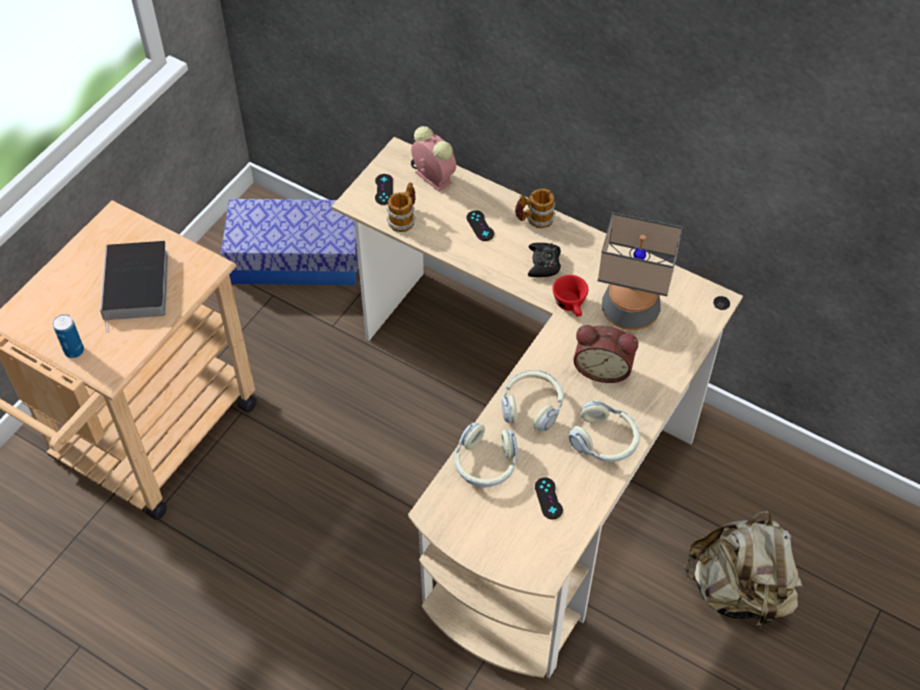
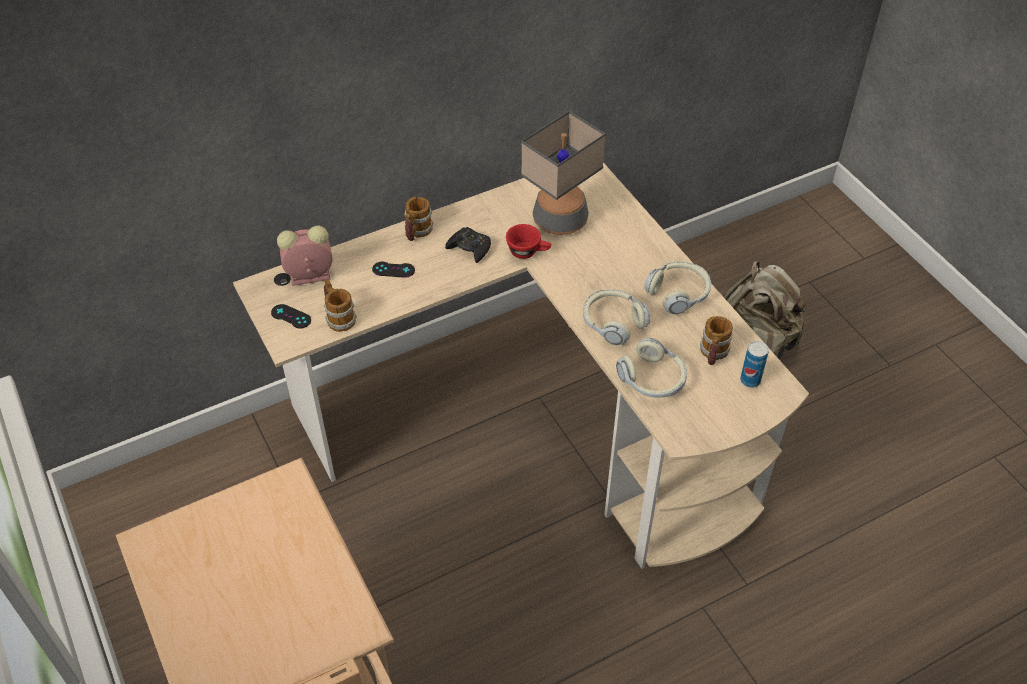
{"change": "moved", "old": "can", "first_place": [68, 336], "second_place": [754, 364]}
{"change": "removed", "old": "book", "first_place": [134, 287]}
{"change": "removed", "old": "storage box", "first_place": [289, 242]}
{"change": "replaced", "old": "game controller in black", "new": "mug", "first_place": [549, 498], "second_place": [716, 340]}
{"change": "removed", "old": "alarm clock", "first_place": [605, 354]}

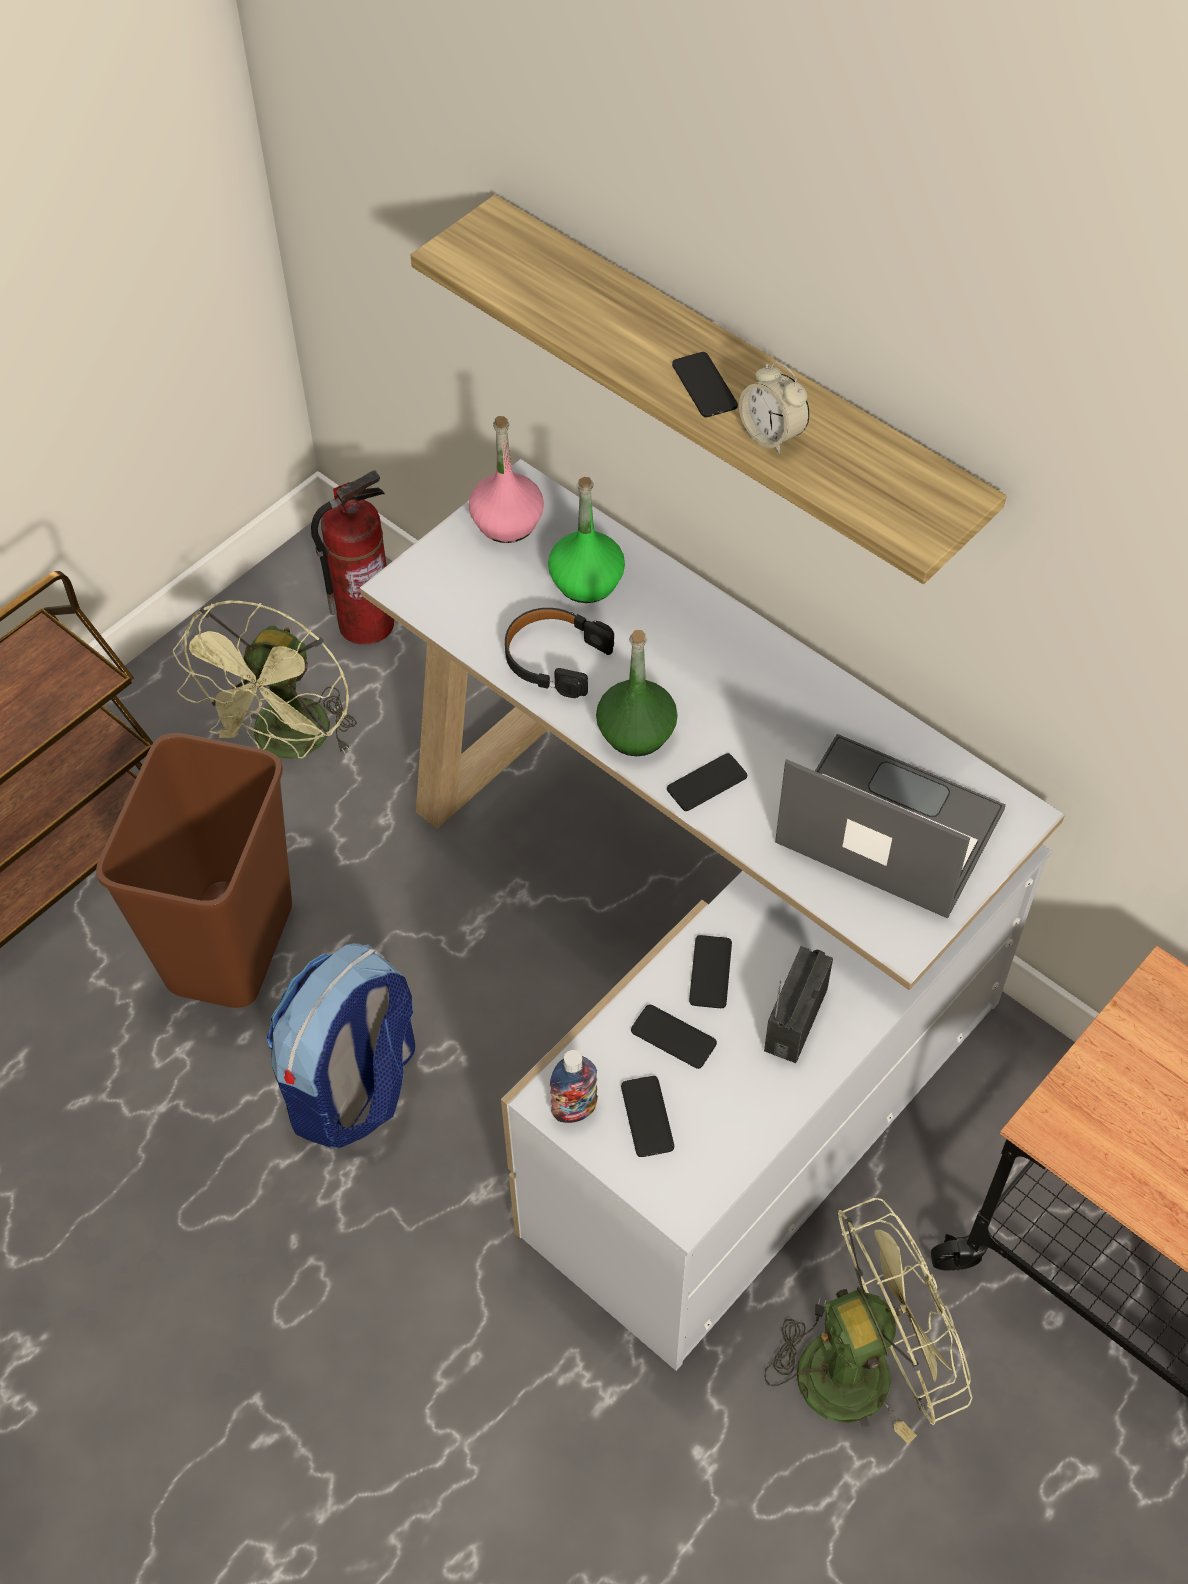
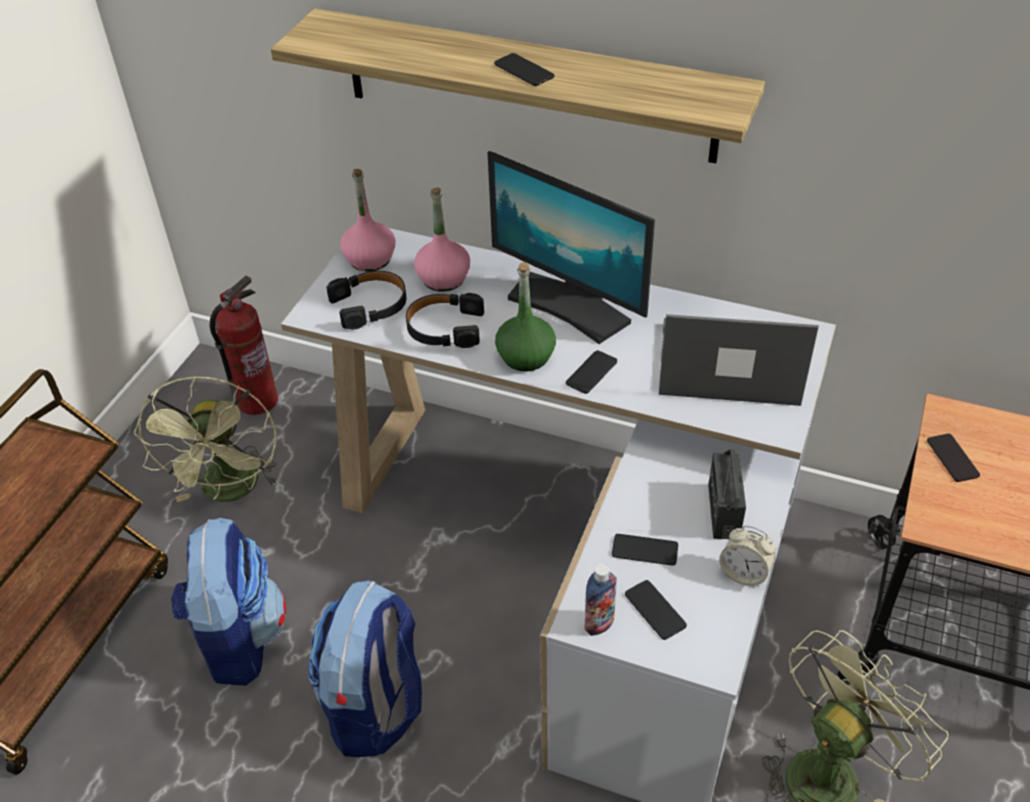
{"change": "replaced", "old": "trash can in brown", "new": "backpack", "first_place": [194, 870], "second_place": [228, 602]}
{"change": "recoloured", "old": "bottle in green", "new": "bottle in pink", "first_place": [586, 540], "second_place": [442, 239]}
{"change": "moved", "old": "phone", "first_place": [710, 971], "second_place": [953, 457]}
{"change": "moved", "old": "alarm clock", "first_place": [774, 407], "second_place": [747, 556]}
{"change": "added", "new": "headphones in black", "second_place": [367, 300]}
{"change": "added", "new": "monitor", "second_place": [571, 247]}

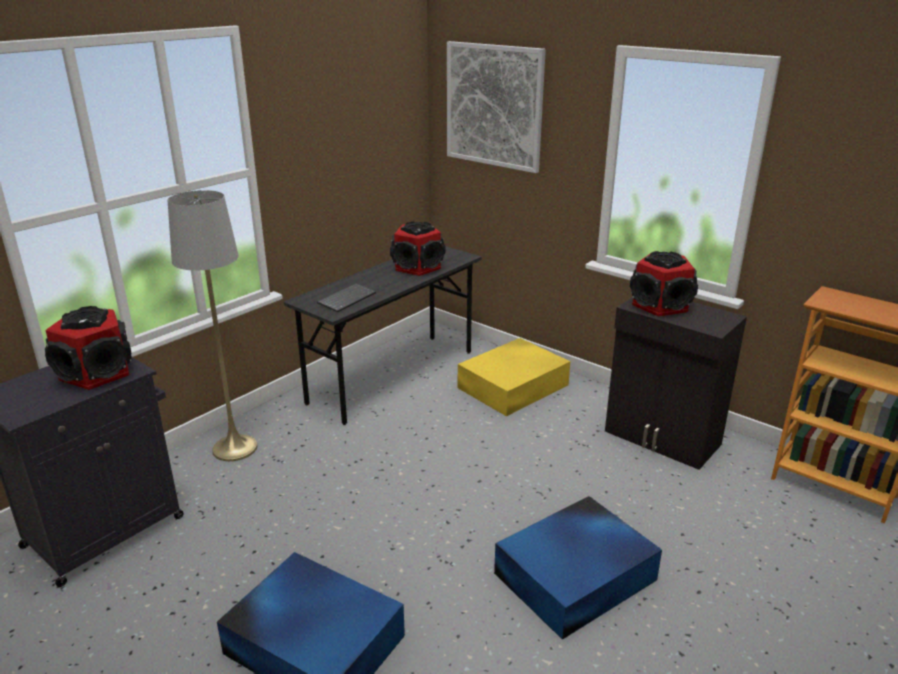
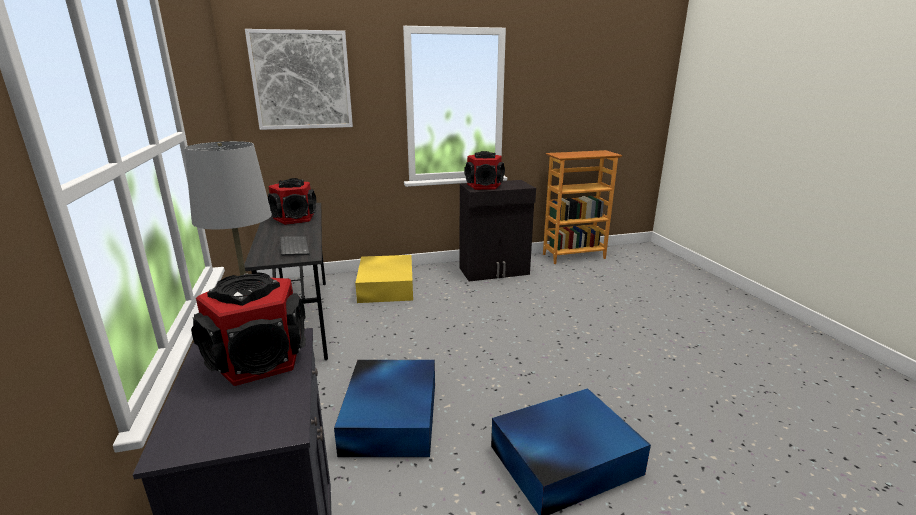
{"change": "moved", "old": "storage box in blue", "first_place": [578, 568], "second_place": [384, 408]}

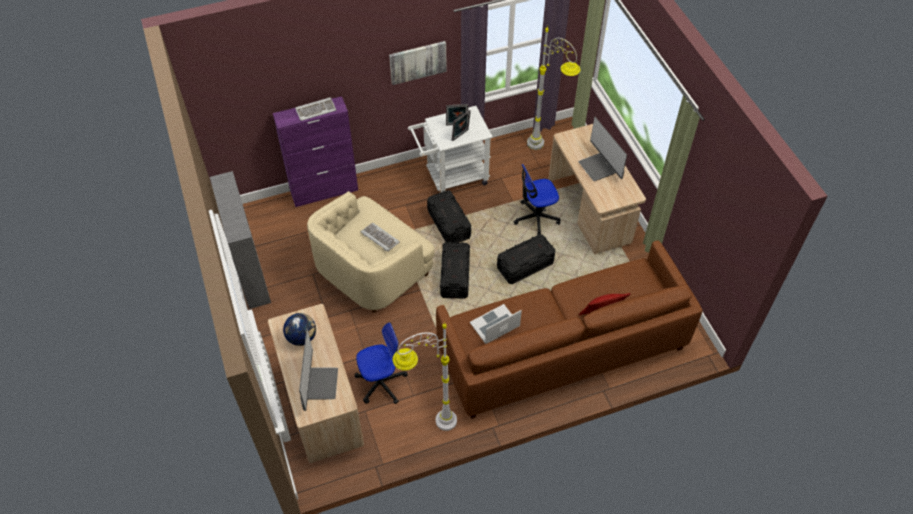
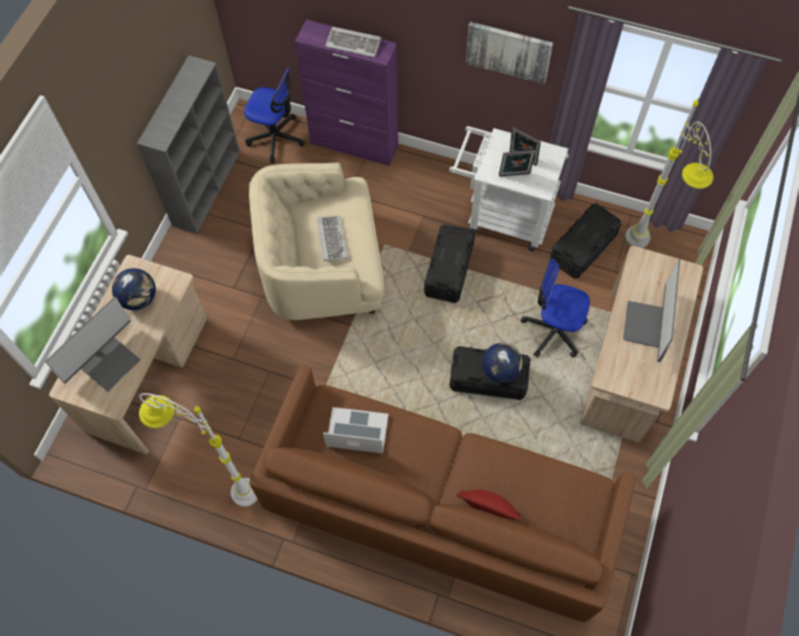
{"change": "moved", "old": "office chair", "first_place": [381, 363], "second_place": [274, 115]}
{"change": "moved", "old": "storage box in black", "first_place": [455, 270], "second_place": [585, 241]}
{"change": "added", "new": "globe", "second_place": [502, 363]}

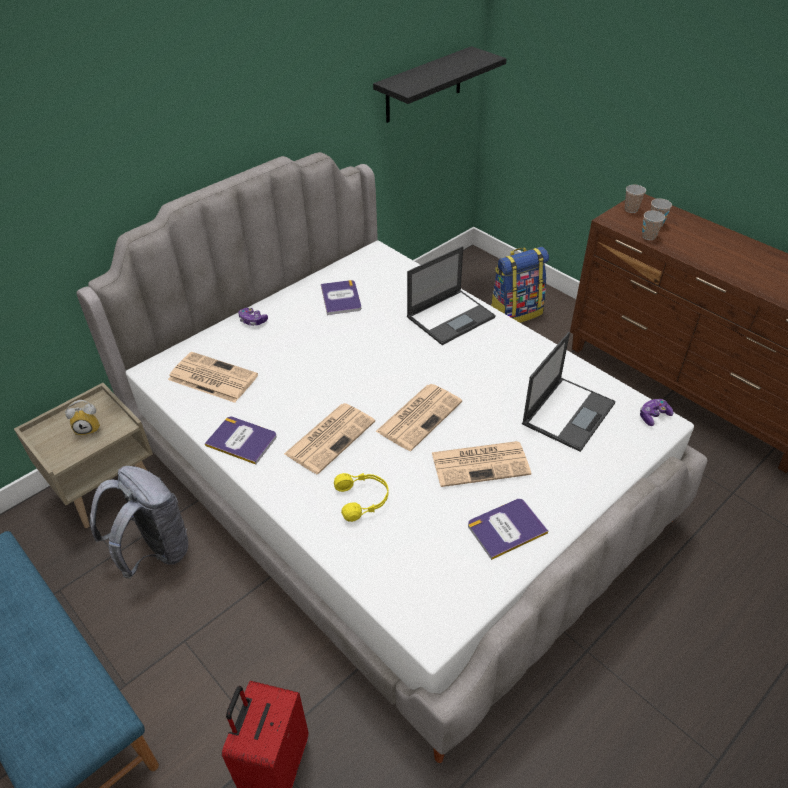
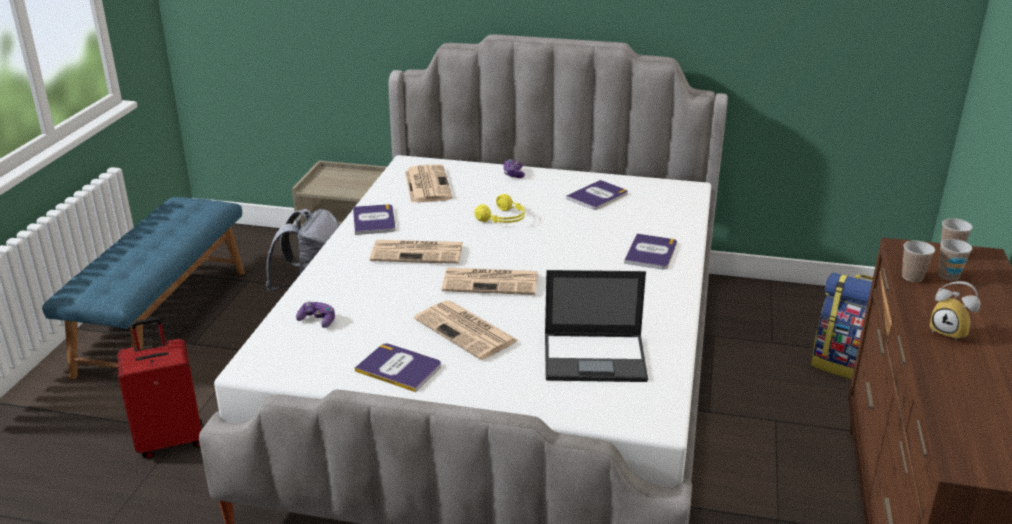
{"change": "moved", "old": "alarm clock", "first_place": [82, 418], "second_place": [955, 311]}
{"change": "moved", "old": "headphones in yellow", "first_place": [361, 497], "second_place": [499, 208]}
{"change": "removed", "old": "shelf in black", "first_place": [440, 84]}
{"change": "replaced", "old": "laptop", "new": "book", "first_place": [451, 295], "second_place": [650, 251]}
{"change": "moved", "old": "game controller", "first_place": [657, 412], "second_place": [315, 314]}

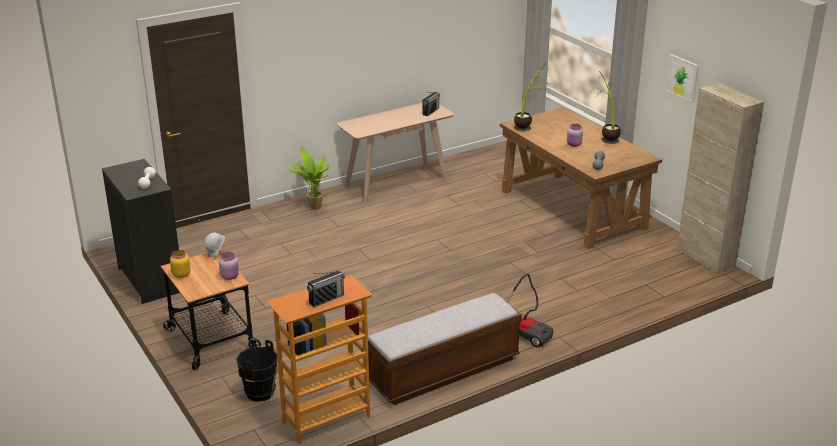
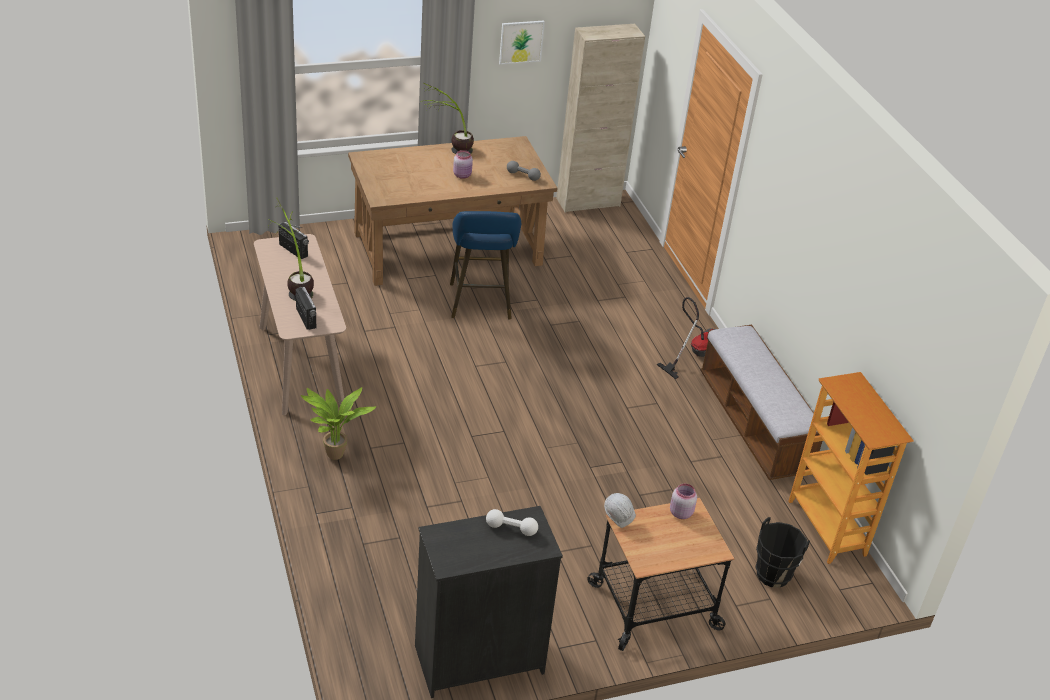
{"change": "removed", "old": "jar in yellow", "first_place": [180, 264]}
{"change": "moved", "old": "radio", "first_place": [326, 289], "second_place": [306, 308]}
{"change": "moved", "old": "potted plant", "first_place": [532, 97], "second_place": [291, 249]}
{"change": "added", "new": "stool in blue", "second_place": [485, 265]}

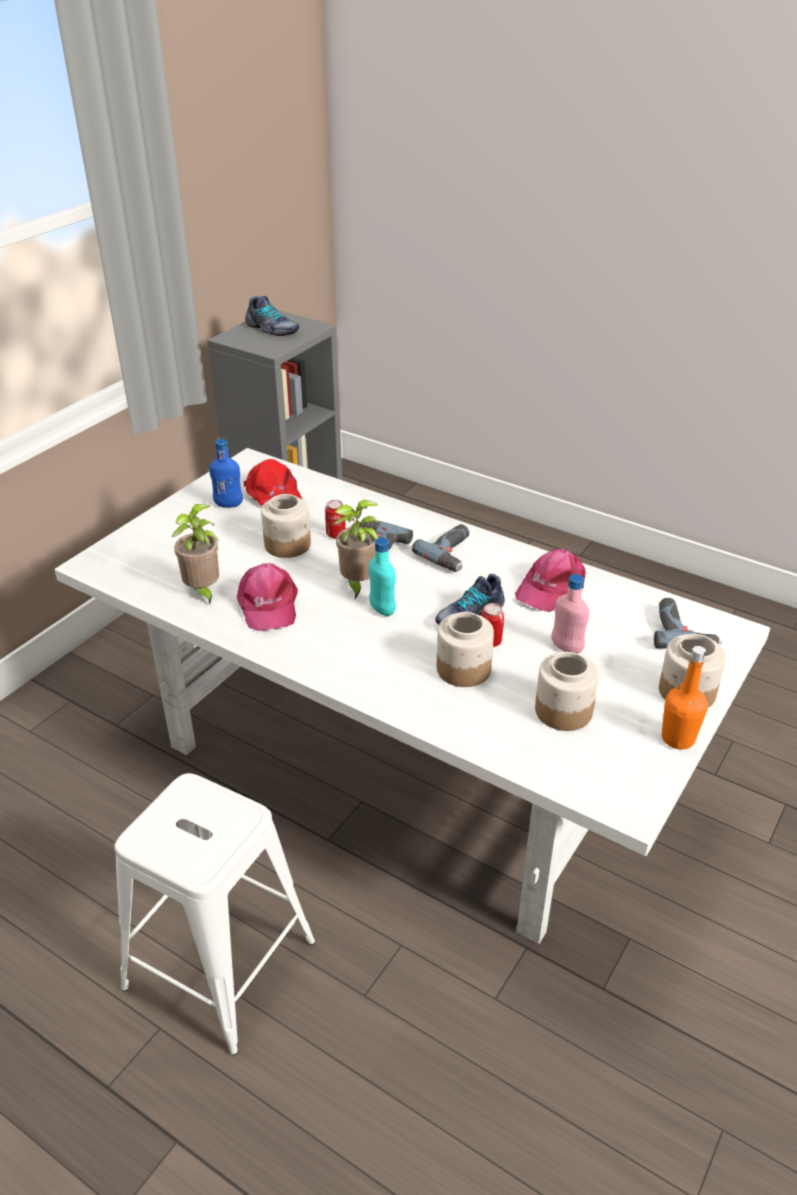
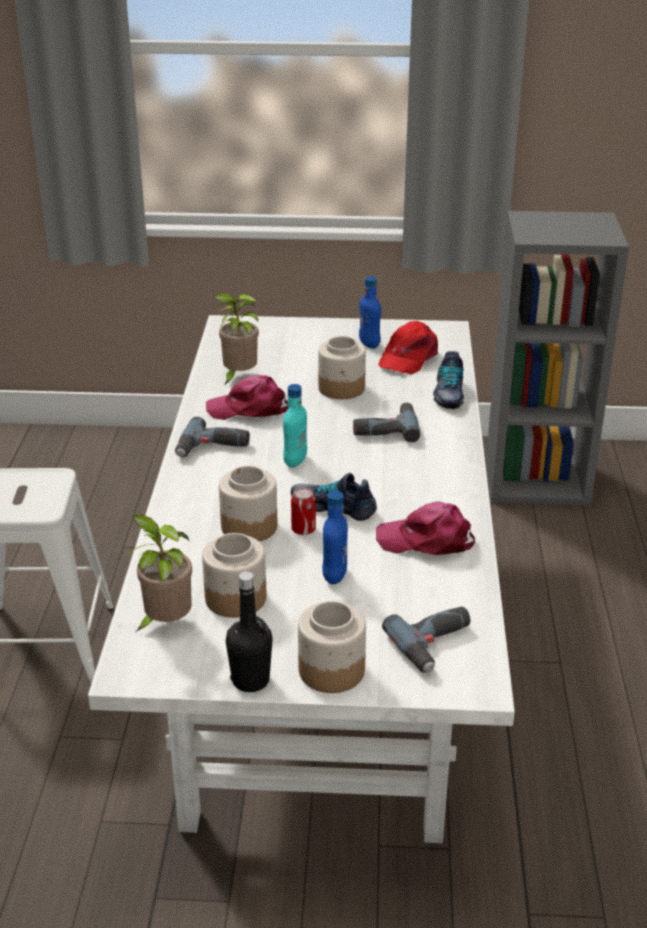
{"change": "turned", "old": "cap in pink", "first_place": [267, 597], "second_place": [247, 397], "degrees": 45}
{"change": "moved", "old": "shoe", "first_place": [272, 316], "second_place": [448, 380]}
{"change": "removed", "old": "can", "first_place": [335, 519]}
{"change": "moved", "old": "potted plant", "first_place": [356, 549], "second_place": [160, 573]}
{"change": "moved", "old": "power drill", "first_place": [440, 548], "second_place": [212, 437]}
{"change": "recoloured", "old": "bottle in pink", "new": "bottle in blue", "first_place": [570, 614], "second_place": [335, 537]}
{"change": "recoloured", "old": "bottle in orange", "new": "bottle in black", "first_place": [685, 698], "second_place": [249, 631]}

